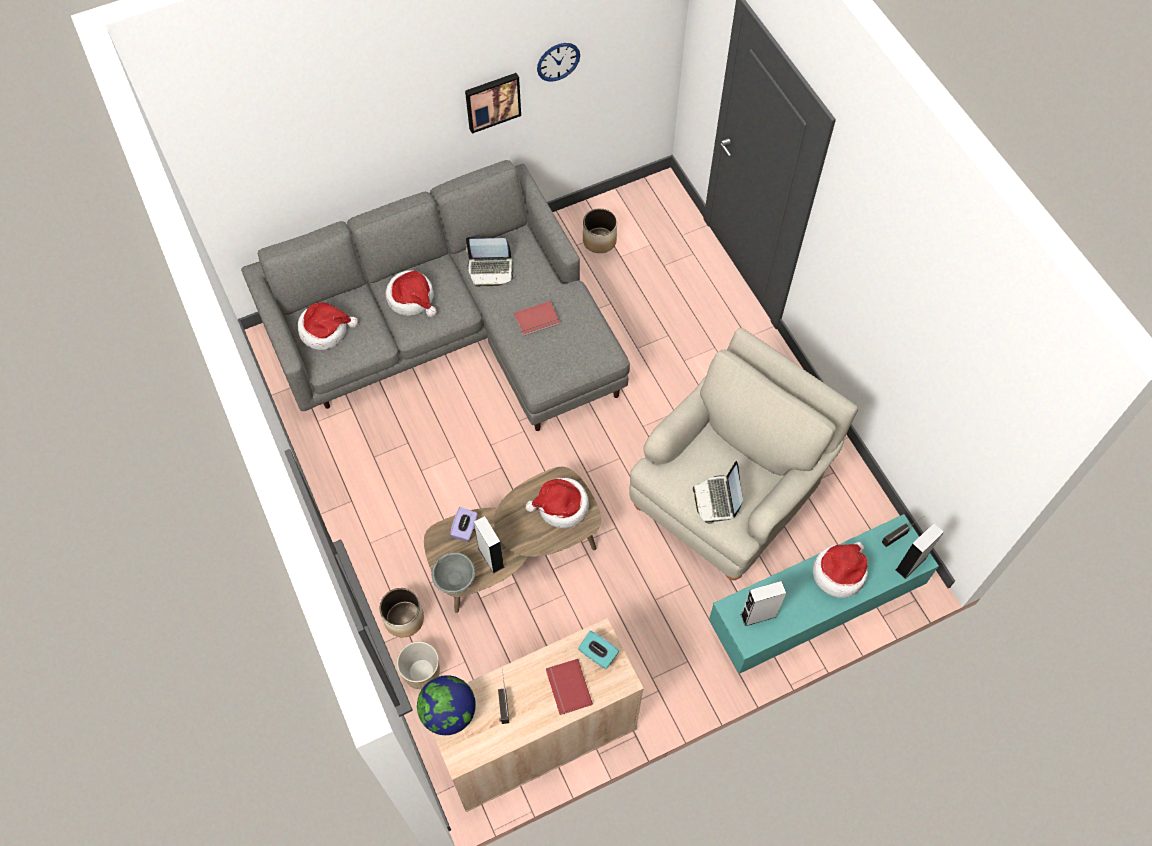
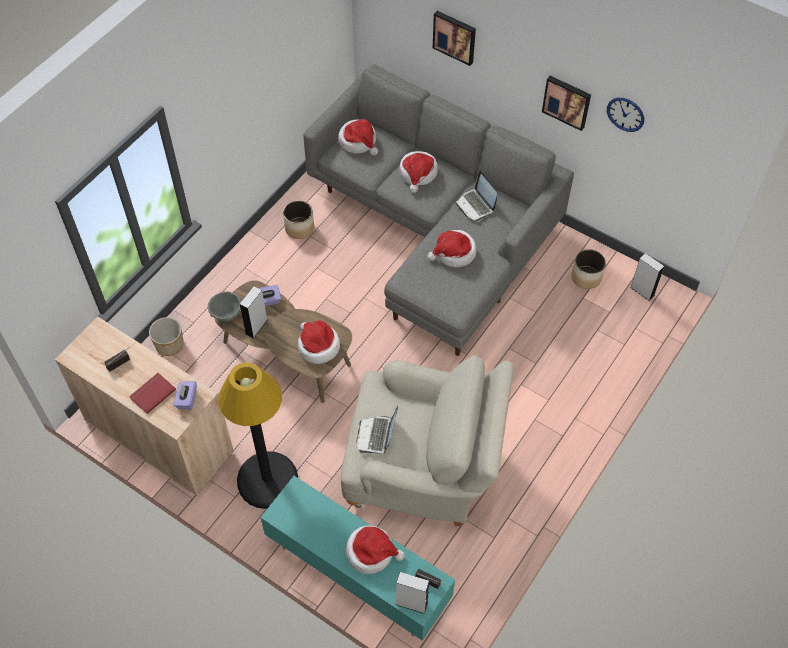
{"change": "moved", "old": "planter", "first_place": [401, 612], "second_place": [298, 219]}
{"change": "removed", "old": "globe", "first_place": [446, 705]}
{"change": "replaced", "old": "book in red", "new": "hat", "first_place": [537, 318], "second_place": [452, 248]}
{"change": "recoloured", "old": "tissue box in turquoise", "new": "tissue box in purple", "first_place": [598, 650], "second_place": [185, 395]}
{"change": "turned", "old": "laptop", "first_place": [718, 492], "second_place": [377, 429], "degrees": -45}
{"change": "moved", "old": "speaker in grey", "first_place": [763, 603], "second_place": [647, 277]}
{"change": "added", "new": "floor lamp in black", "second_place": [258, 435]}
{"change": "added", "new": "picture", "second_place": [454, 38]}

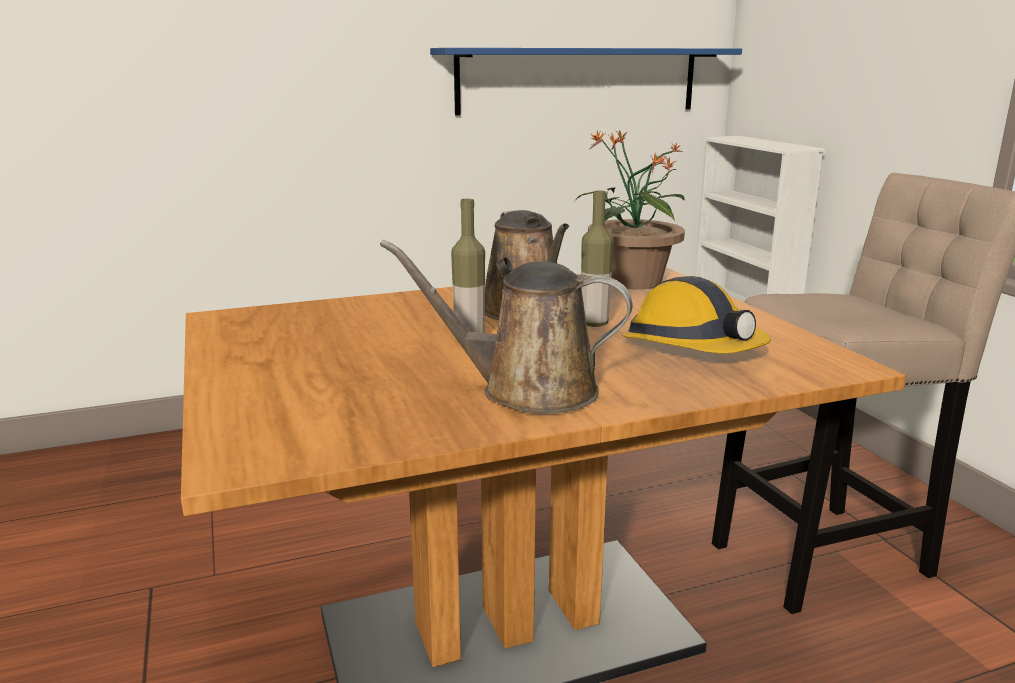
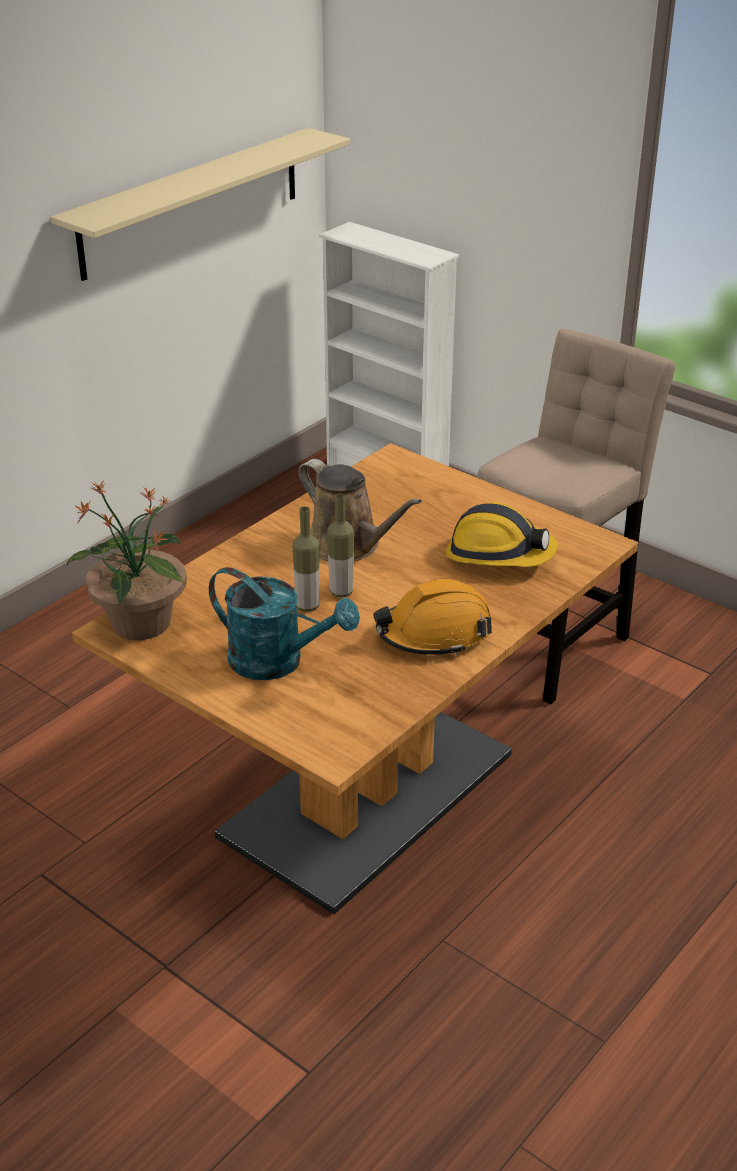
{"change": "replaced", "old": "watering can in brown", "new": "hard hat in orange", "first_place": [506, 327], "second_place": [432, 617]}
{"change": "recoloured", "old": "shelf in blue", "new": "shelf in beige", "first_place": [586, 82], "second_place": [200, 204]}
{"change": "moved", "old": "potted plant", "first_place": [630, 210], "second_place": [127, 560]}
{"change": "moved", "old": "bottle", "first_place": [597, 259], "second_place": [305, 559]}
{"change": "added", "new": "watering can in turquoise", "second_place": [284, 623]}

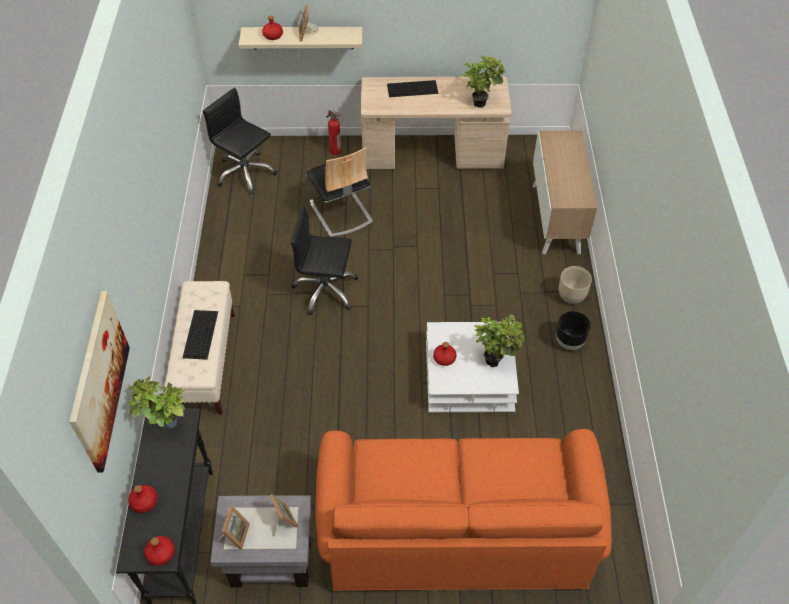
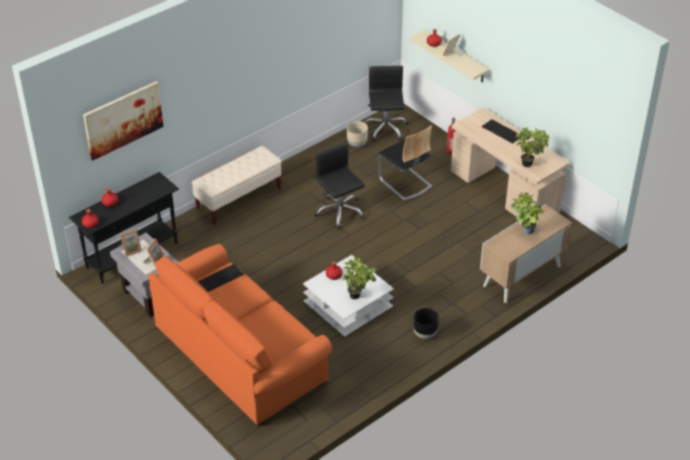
{"change": "moved", "old": "potted plant", "first_place": [155, 402], "second_place": [527, 213]}
{"change": "moved", "old": "keyboard", "first_place": [200, 335], "second_place": [221, 278]}
{"change": "turned", "old": "chair", "first_place": [339, 192], "second_place": [405, 163], "degrees": -60}
{"change": "moved", "old": "planter in beige", "first_place": [575, 285], "second_place": [357, 134]}

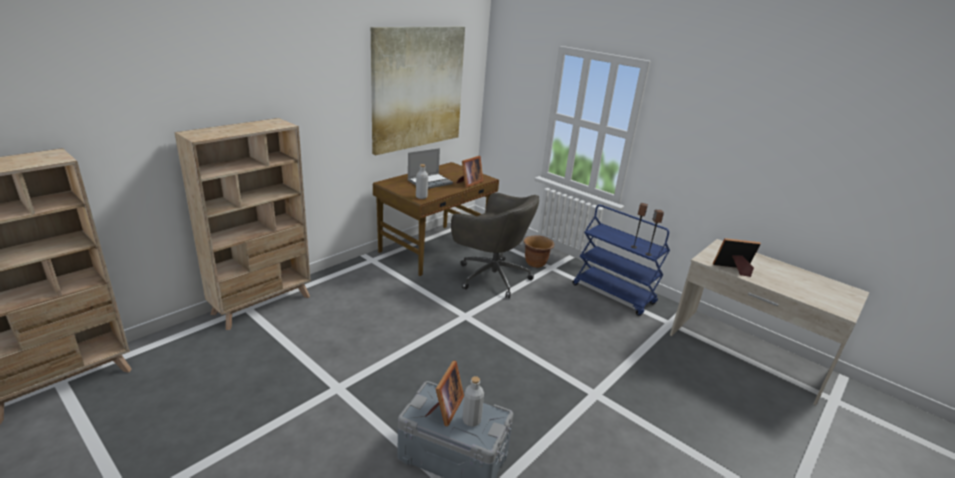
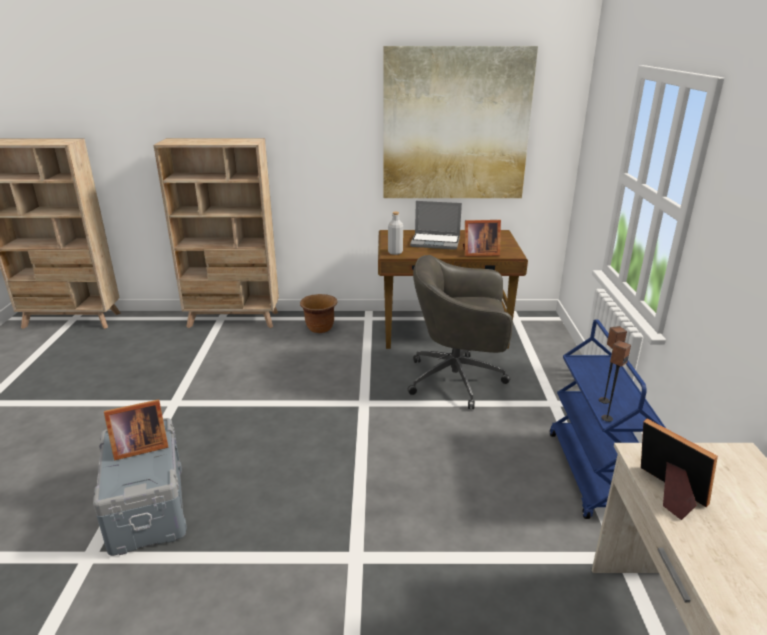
{"change": "turned", "old": "office chair in grey", "first_place": [495, 245], "second_place": [460, 332], "degrees": 105}
{"change": "removed", "old": "bottle in grey", "first_place": [473, 401]}
{"change": "moved", "old": "planter in brown", "first_place": [539, 251], "second_place": [319, 313]}

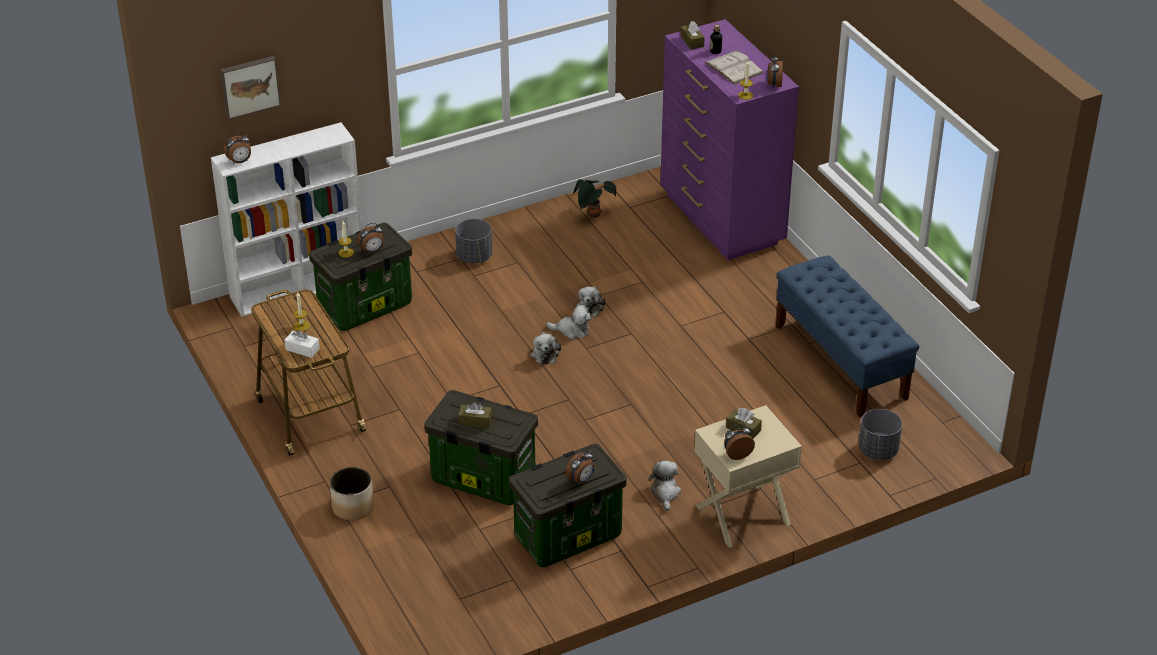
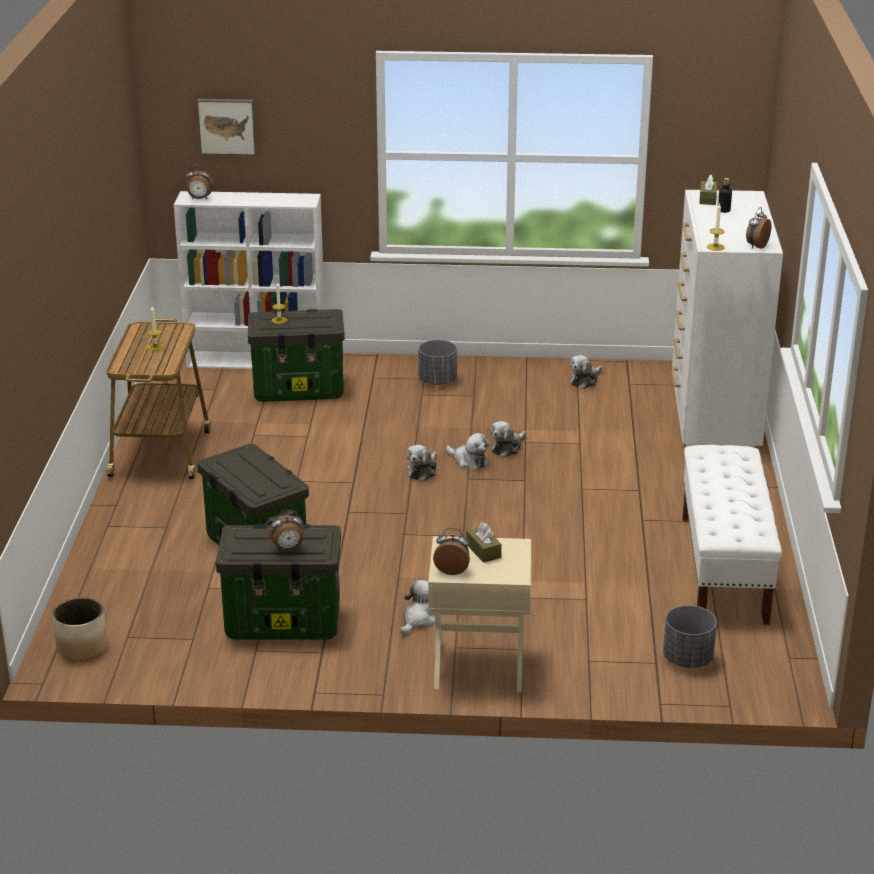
{"change": "removed", "old": "tissue box in white", "first_place": [302, 344]}
{"change": "moved", "old": "planter", "first_place": [352, 494], "second_place": [80, 628]}
{"change": "removed", "old": "alarm clock", "first_place": [370, 238]}
{"change": "removed", "old": "tissue box in brown", "first_place": [475, 415]}
{"change": "replaced", "old": "potted plant", "new": "plush toy", "first_place": [594, 198], "second_place": [586, 372]}
{"change": "recoloured", "old": "dresser in purple", "new": "dresser in white", "first_place": [729, 139], "second_place": [727, 319]}
{"change": "removed", "old": "book in white", "first_place": [734, 67]}
{"change": "recoloured", "old": "bench in blue", "new": "bench in white", "first_place": [847, 336], "second_place": [732, 535]}

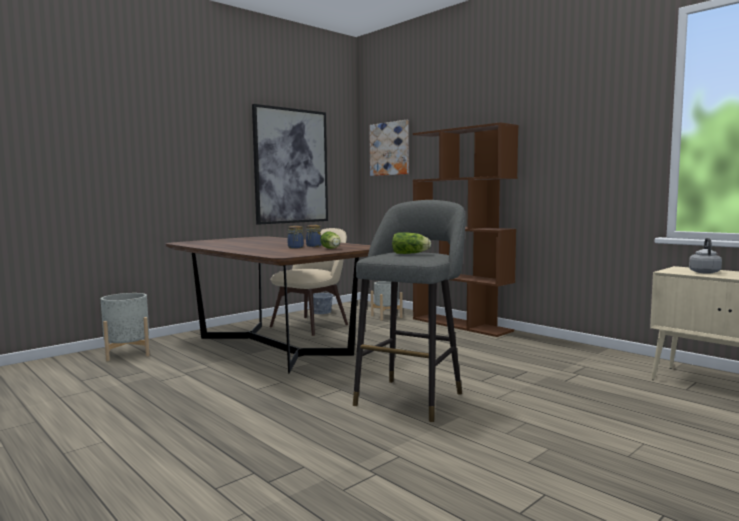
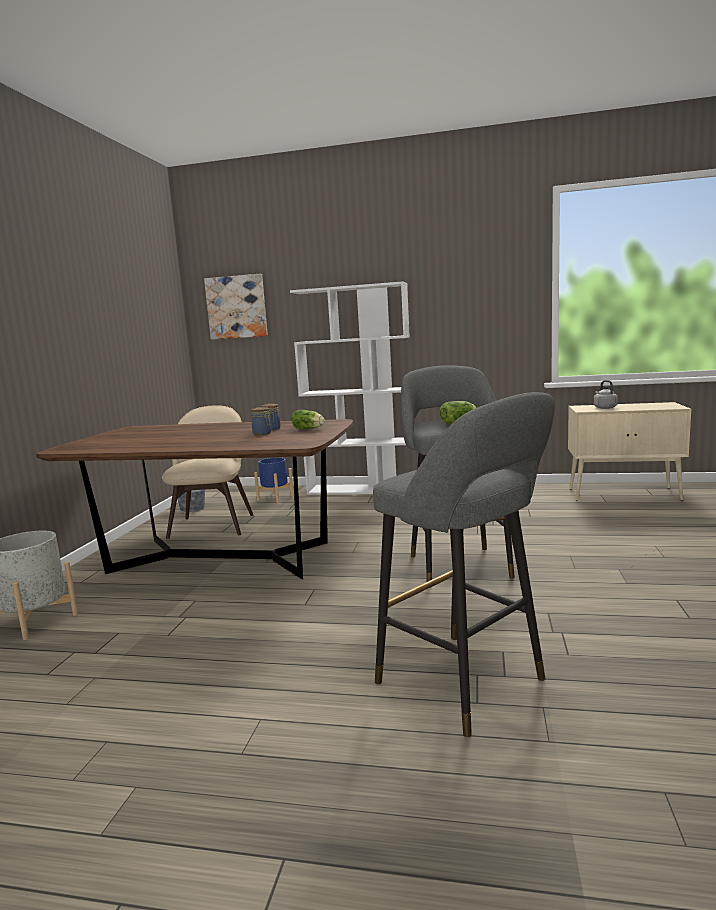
{"change": "removed", "old": "picture", "first_place": [290, 164]}
{"change": "recoloured", "old": "planter in grey", "new": "planter in blue", "first_place": [387, 301], "second_place": [274, 480]}
{"change": "recoloured", "old": "bookcase in brown", "new": "bookcase in white", "first_place": [465, 229], "second_place": [350, 388]}
{"change": "added", "new": "stool in grey", "second_place": [464, 564]}

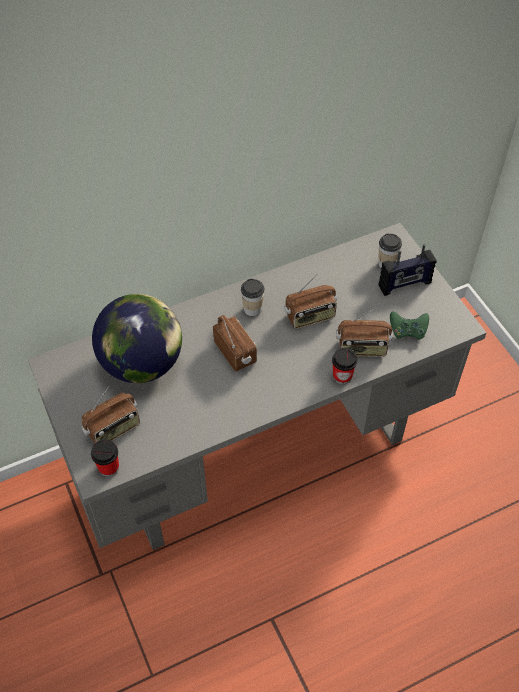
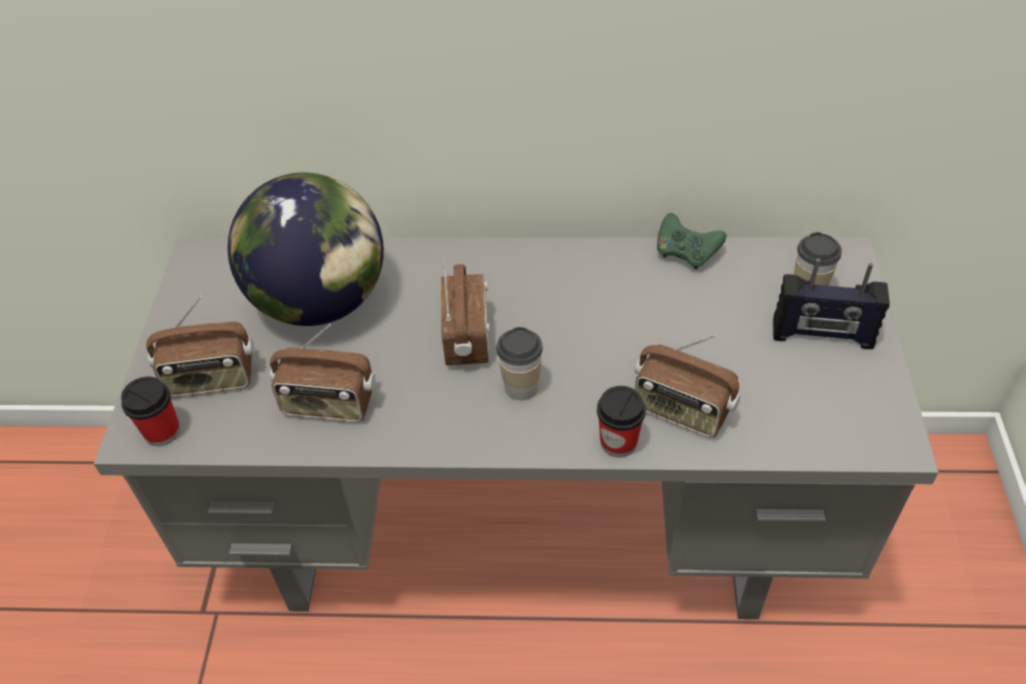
{"change": "moved", "old": "cup", "first_place": [253, 297], "second_place": [520, 363]}
{"change": "moved", "old": "radio", "first_place": [310, 301], "second_place": [322, 373]}
{"change": "moved", "old": "game controller in green", "first_place": [409, 326], "second_place": [691, 241]}

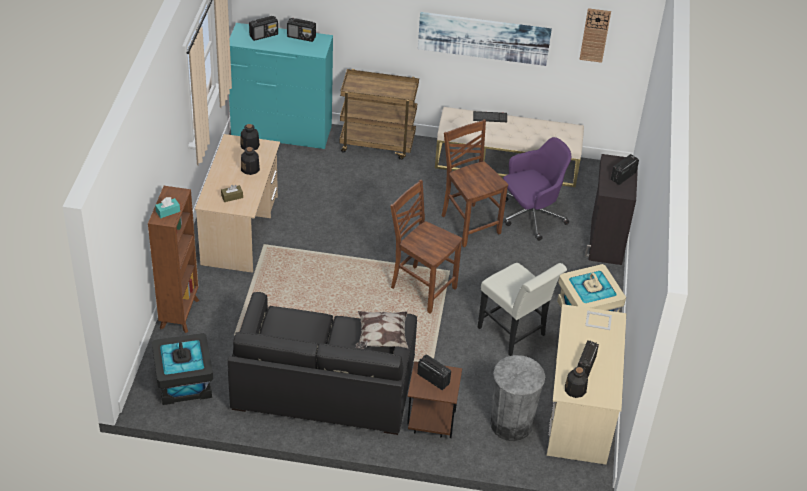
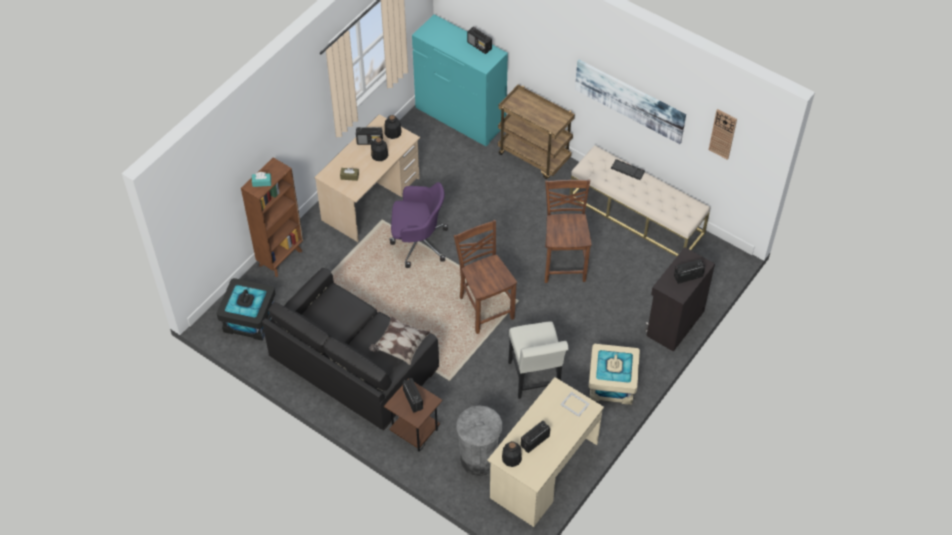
{"change": "moved", "old": "radio", "first_place": [263, 28], "second_place": [369, 136]}
{"change": "moved", "old": "office chair in purple", "first_place": [537, 189], "second_place": [418, 225]}

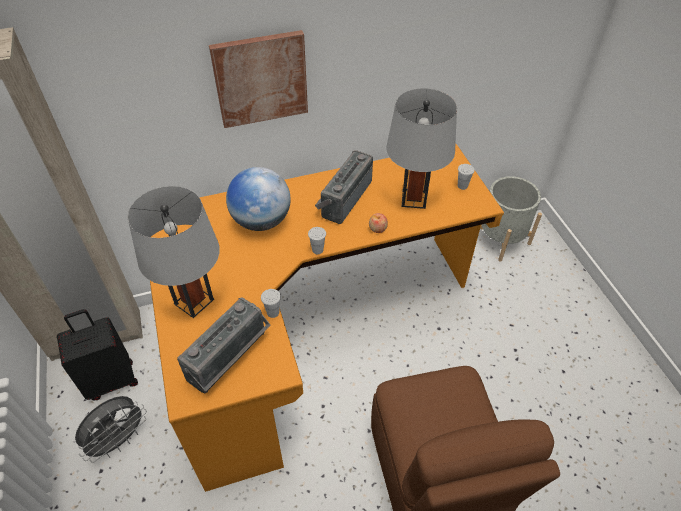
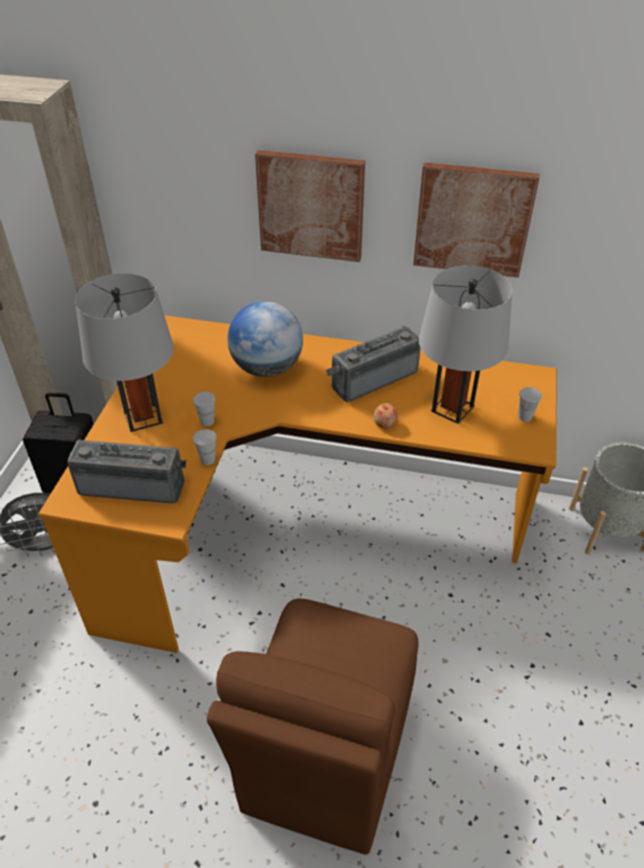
{"change": "turned", "old": "radio", "first_place": [223, 345], "second_place": [126, 471], "degrees": -150}
{"change": "moved", "old": "cup in white", "first_place": [317, 240], "second_place": [204, 409]}
{"change": "added", "new": "picture", "second_place": [476, 220]}

